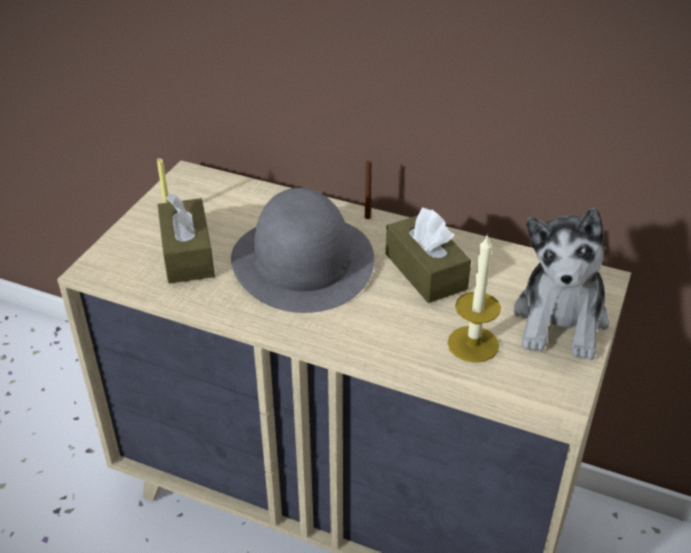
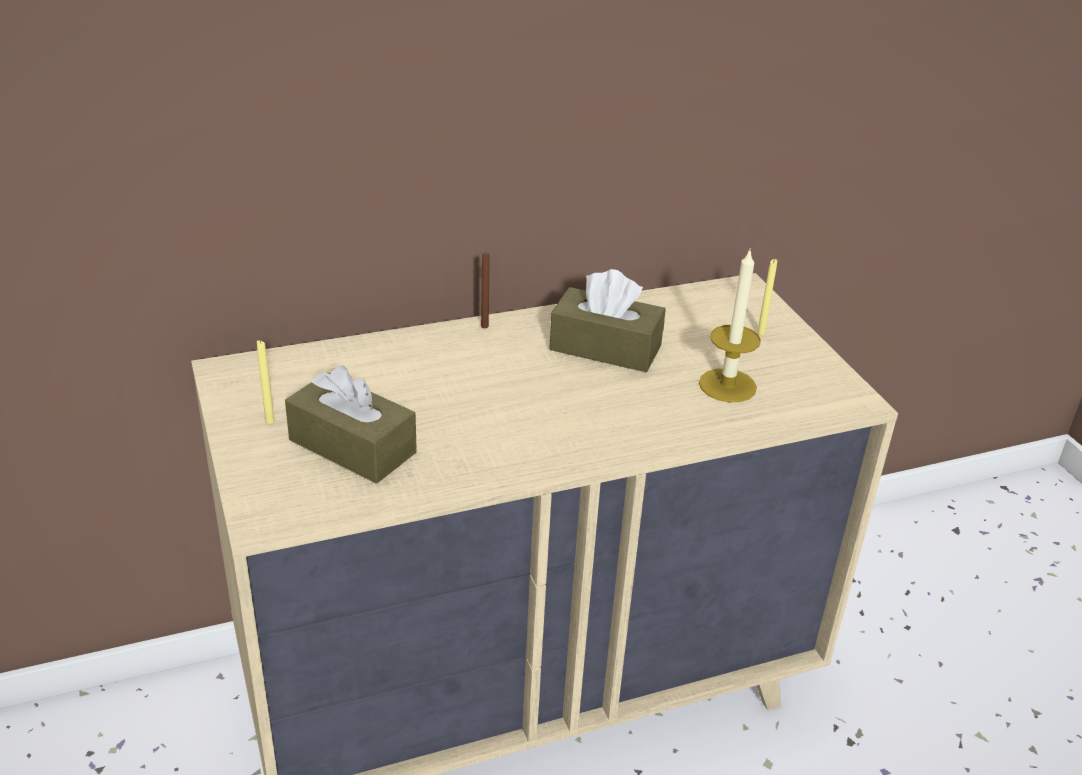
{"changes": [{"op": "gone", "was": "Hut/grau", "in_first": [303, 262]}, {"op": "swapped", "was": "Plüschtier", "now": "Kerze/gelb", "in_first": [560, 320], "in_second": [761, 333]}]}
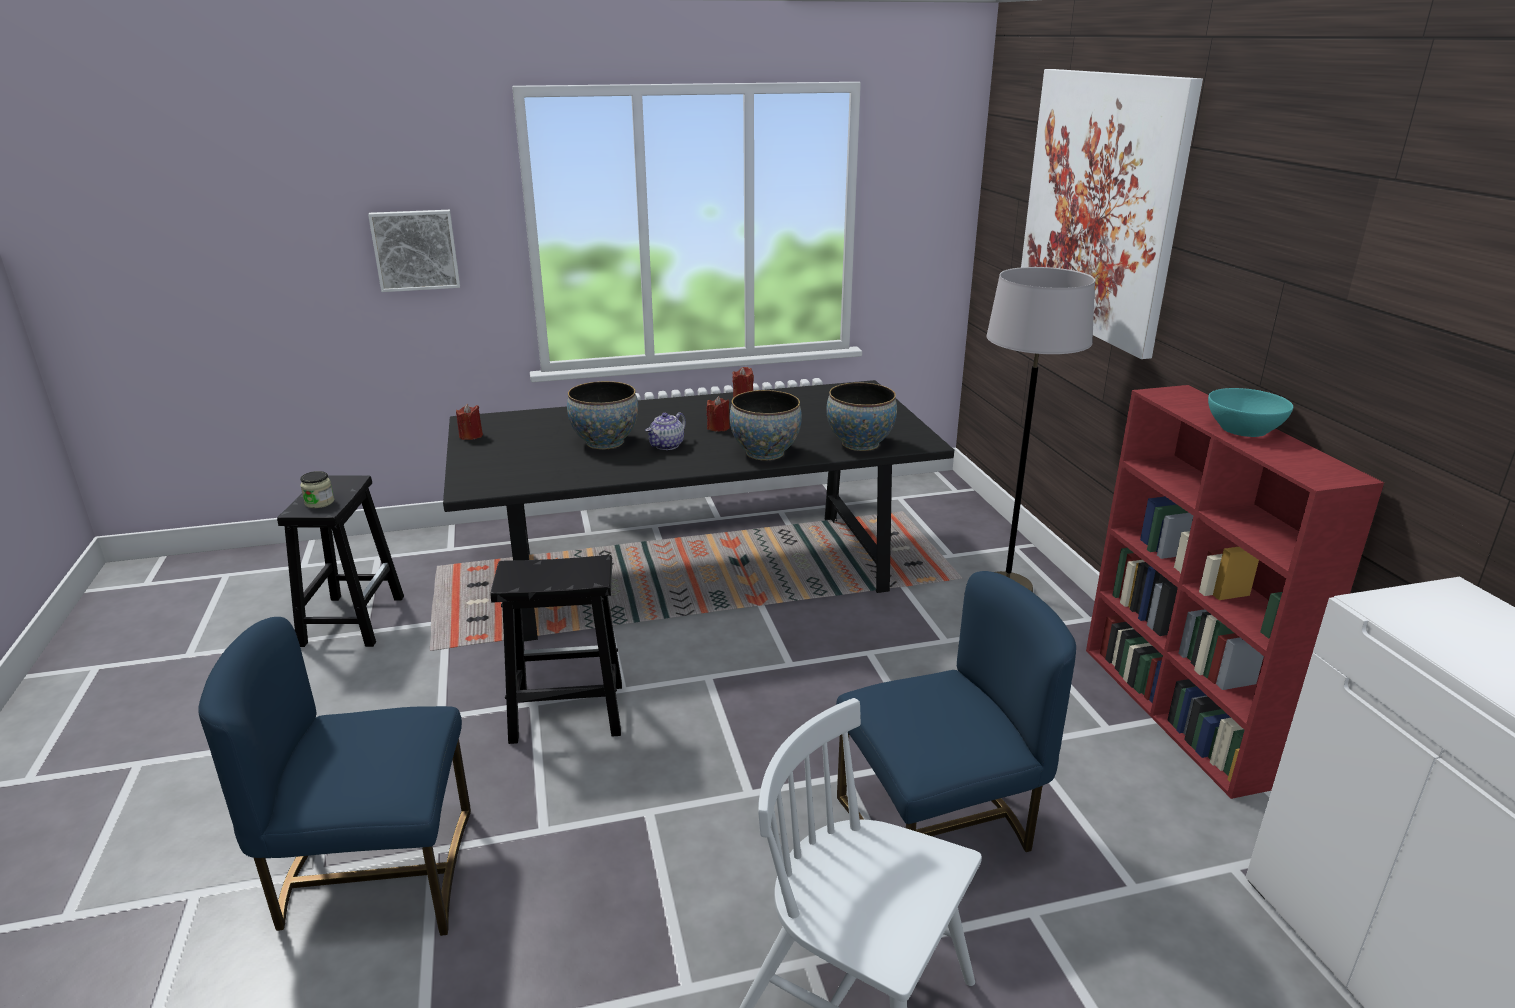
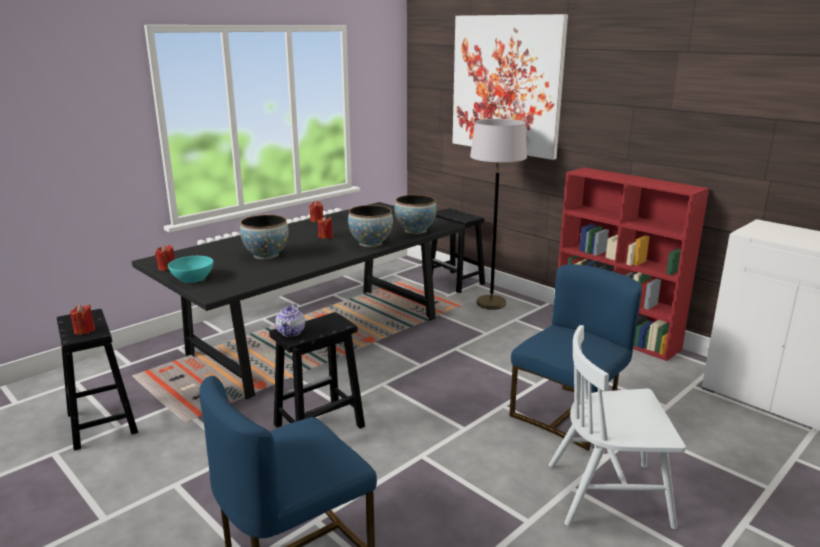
{"changes": [{"op": "gone", "was": "Bild", "in_first": [415, 250]}, {"op": "shifted", "was": "Schüssel/türkis", "in_first": [1243, 429], "in_second": [192, 278]}, {"op": "shifted", "was": "Teekanne", "in_first": [667, 445], "in_second": [291, 332]}, {"op": "swapped", "was": "Vorratsglas", "now": "Kerze/rot", "in_first": [319, 502], "in_second": [84, 330]}, {"op": "new", "now": "Hocker/schwarz", "in_second": [456, 282]}]}
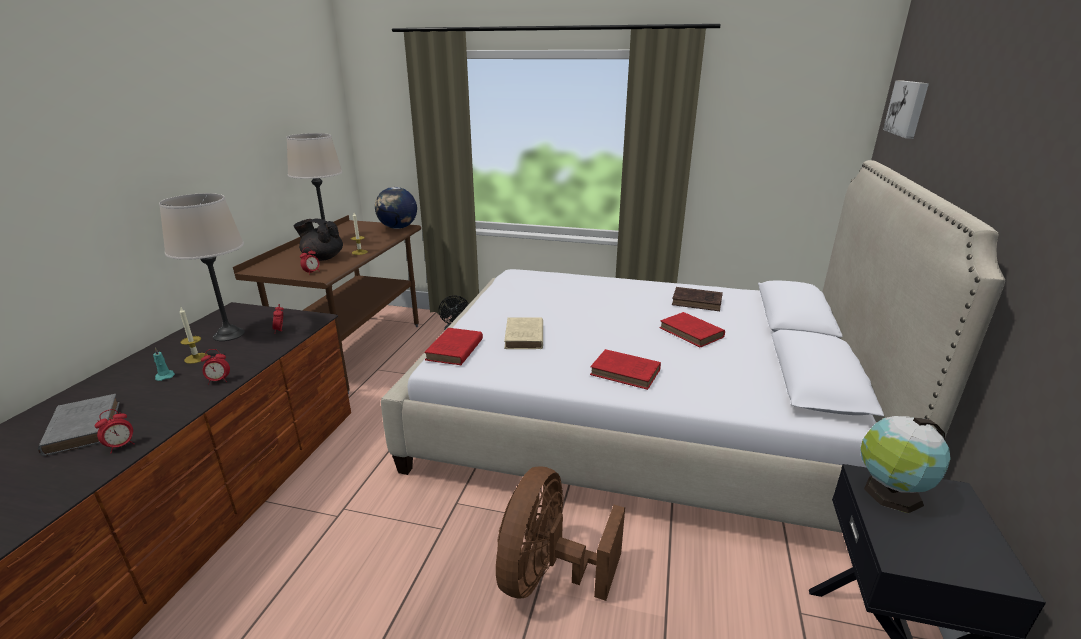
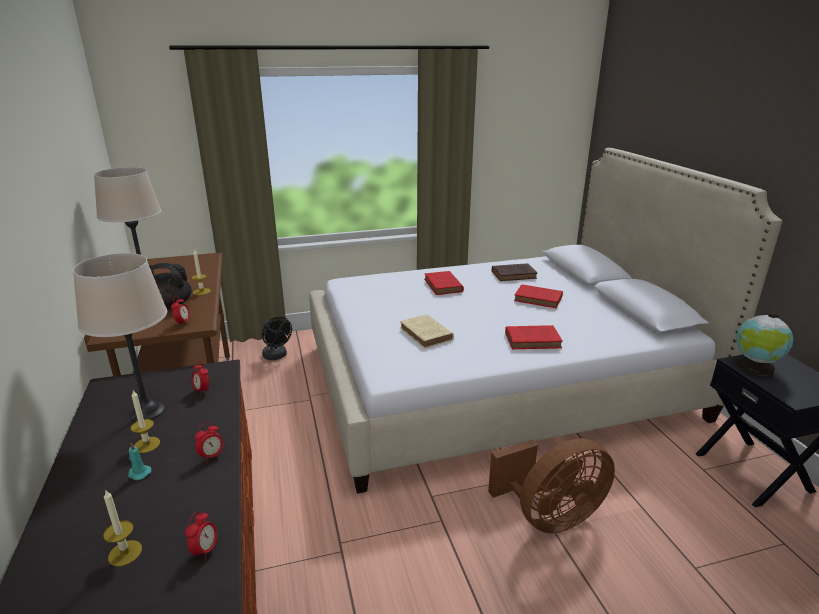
{"changes": [{"op": "gone", "was": "Bild", "in_first": [908, 108]}, {"op": "gone", "was": "Globus", "in_first": [398, 228]}, {"op": "shifted", "was": "Buch/rot", "in_first": [454, 350], "in_second": [443, 286]}, {"op": "swapped", "was": "Buch/grau", "now": "Kerze", "in_first": [84, 427], "in_second": [125, 553]}, {"op": "rotated", "was": "Ventilator/braun", "in_first": [548, 575], "in_second": [550, 516], "clockwise": -105}]}
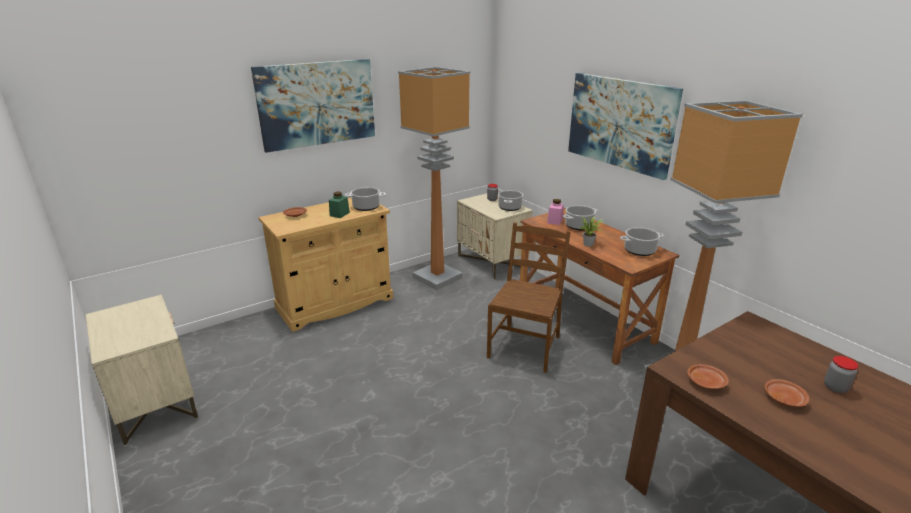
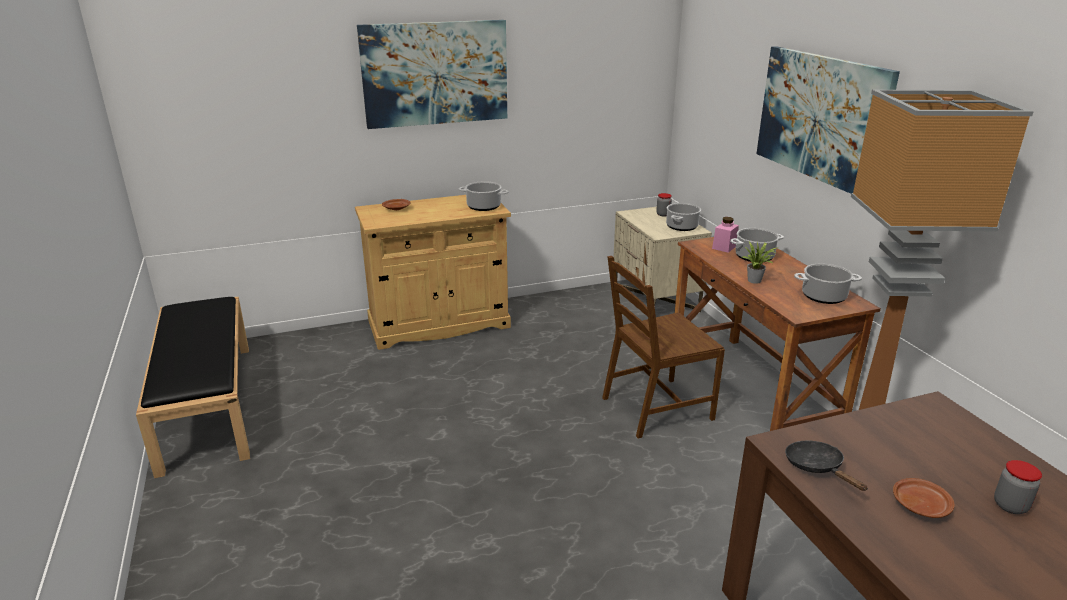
{"changes": [{"op": "gone", "was": "Stehlampe", "in_first": [437, 277]}, {"op": "gone", "was": "Vorratsglas/grün", "in_first": [339, 214]}, {"op": "rotated", "was": "Stuhl/braun", "in_first": [524, 346], "in_second": [656, 408], "clockwise": -150}, {"op": "swapped", "was": "Nachttisch/beige", "now": "Bank/schwarz", "in_first": [154, 403], "in_second": [207, 404]}, {"op": "swapped", "was": "Teller/braun", "now": "Pfanne/schwarz", "in_first": [706, 382], "in_second": [817, 467]}]}
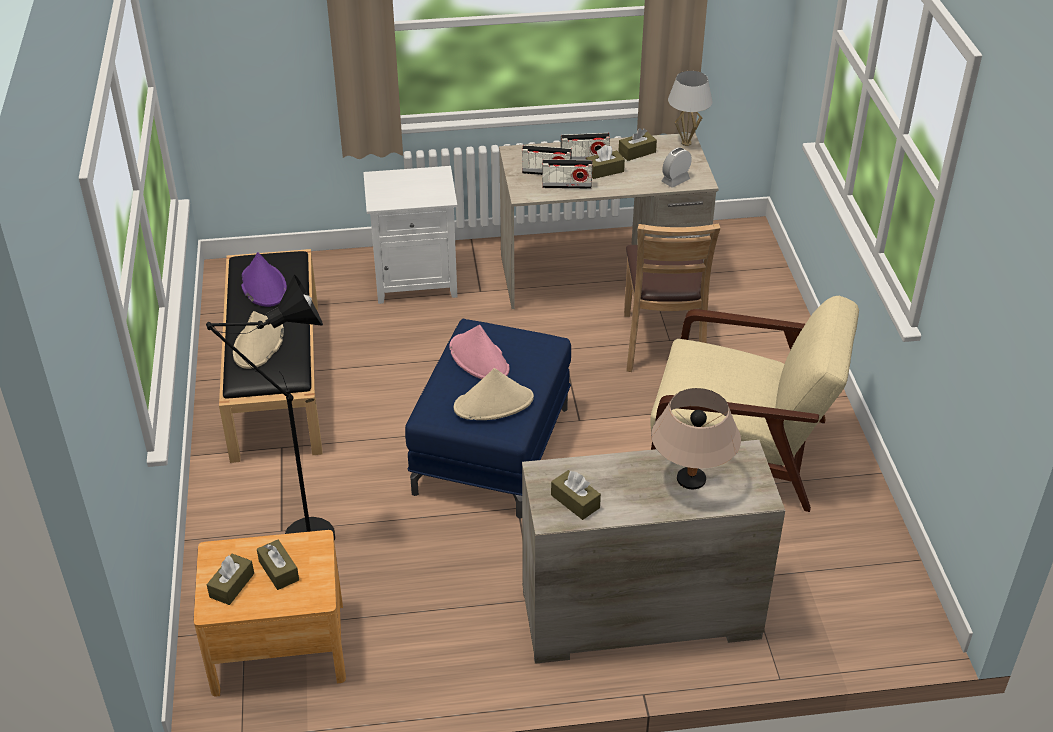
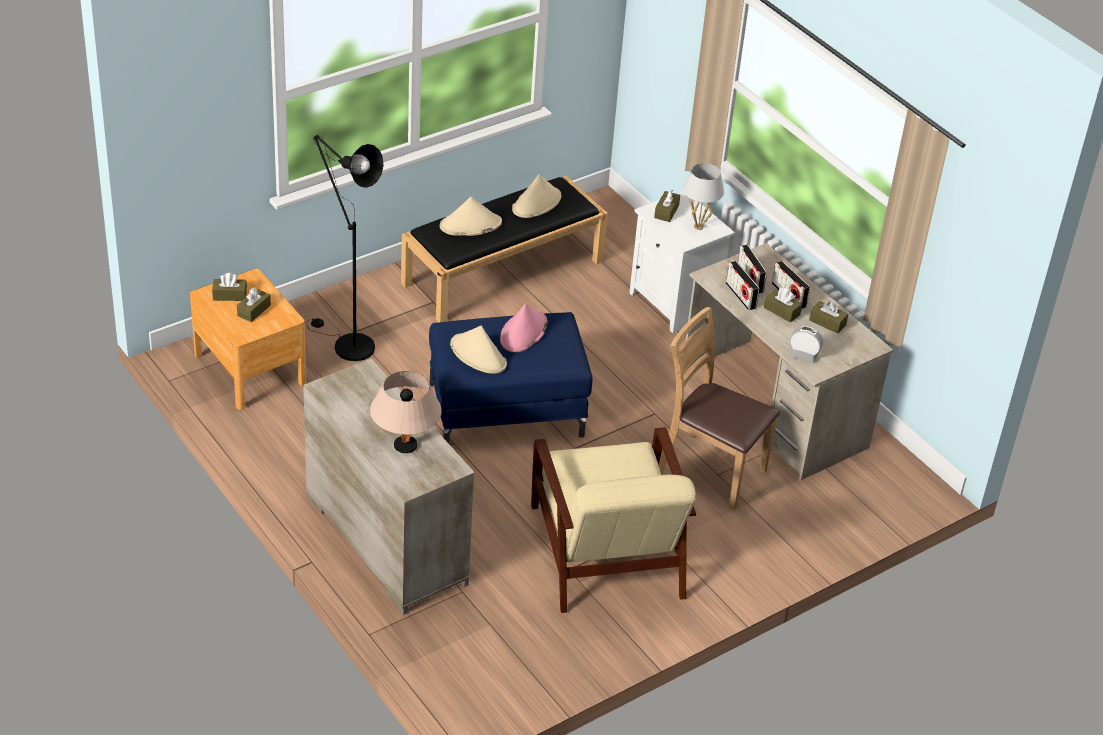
{"changes": [{"op": "shifted", "was": "Tischlampe/weiß", "in_first": [686, 143], "in_second": [698, 227]}, {"op": "rotated", "was": "Stuhl/braun", "in_first": [662, 343], "in_second": [710, 471], "clockwise": 60}, {"op": "repainted", "was": "Hut/lila", "now": "Hut/beige", "in_first": [263, 286], "in_second": [536, 203]}, {"op": "shifted", "was": "Taschentuchbox/braun", "in_first": [575, 501], "in_second": [666, 211]}]}
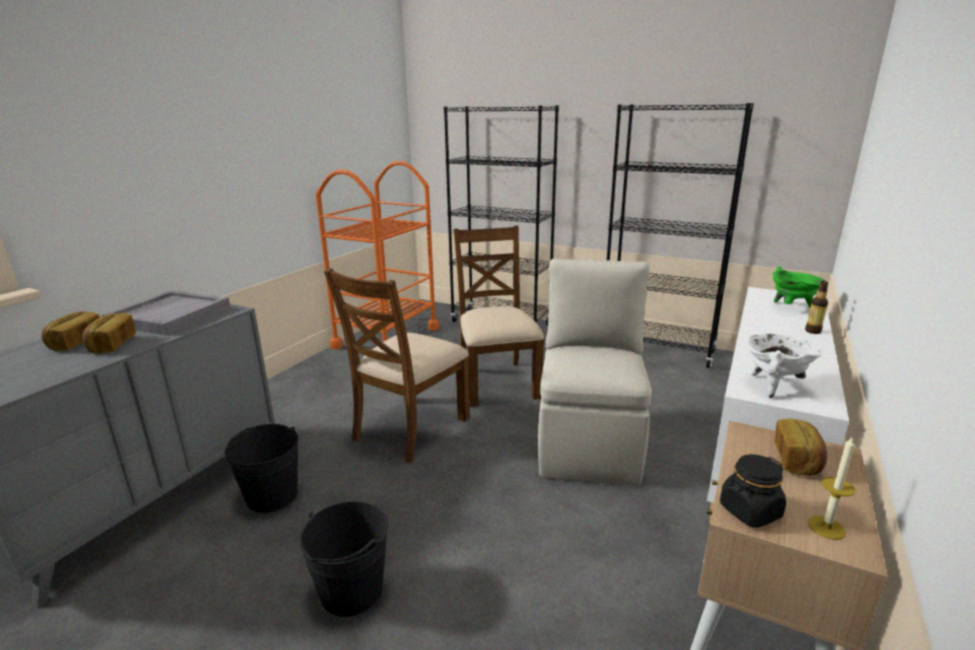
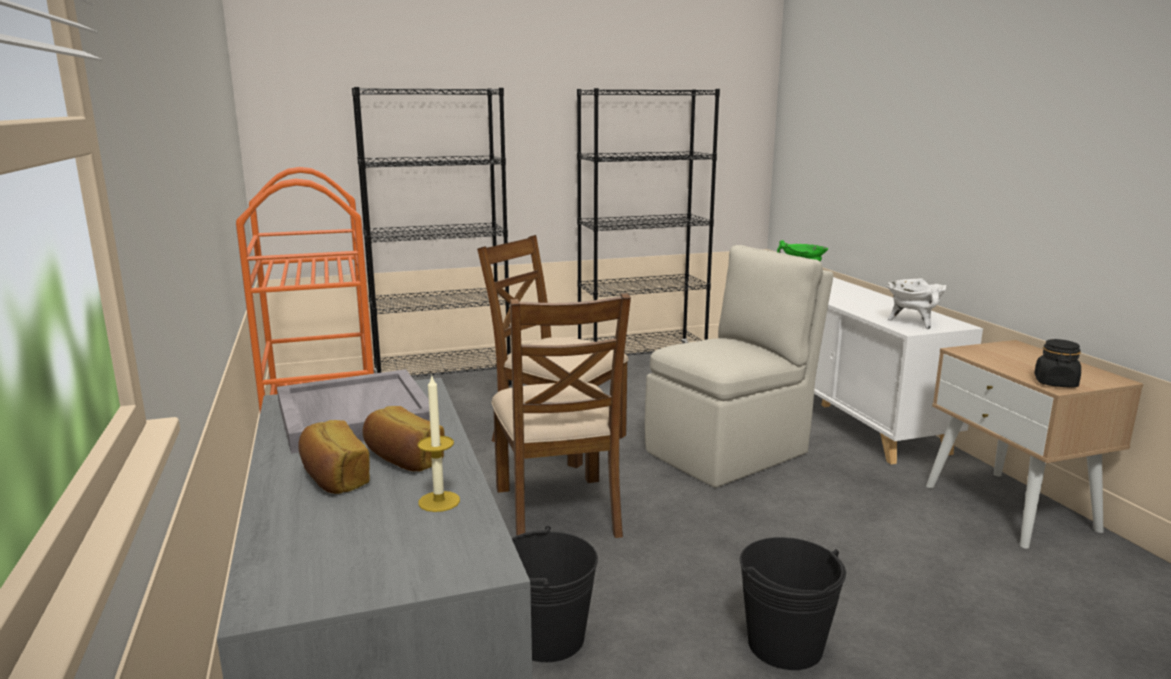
{"changes": [{"op": "rotated", "was": "Stuhl/beige", "in_first": [589, 443], "in_second": [730, 451], "clockwise": 90}, {"op": "gone", "was": "Flasche", "in_first": [813, 331]}, {"op": "gone", "was": "Brot", "in_first": [797, 460]}, {"op": "shifted", "was": "Kerze", "in_first": [826, 527], "in_second": [439, 501]}]}
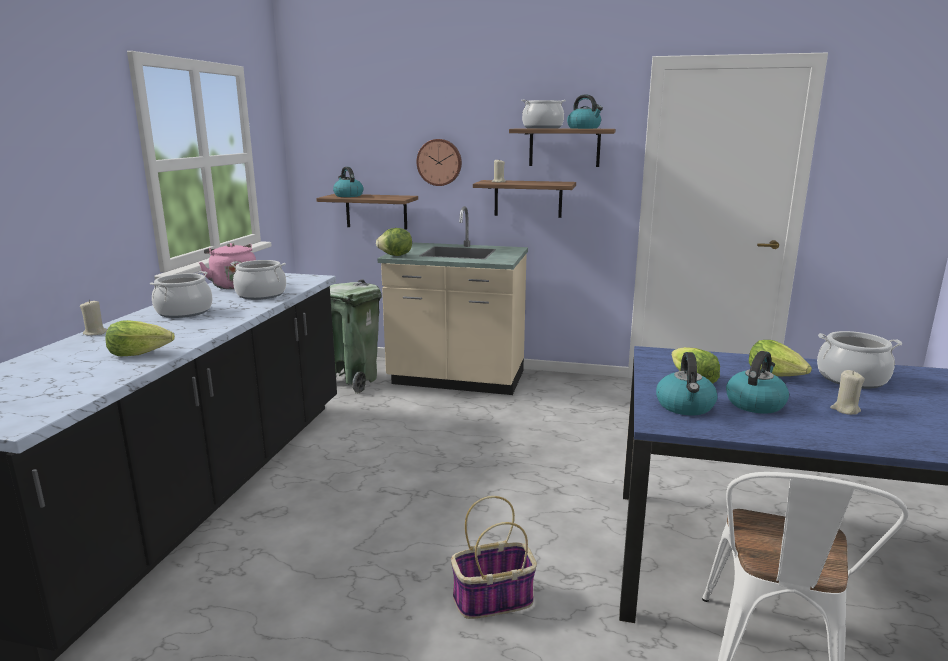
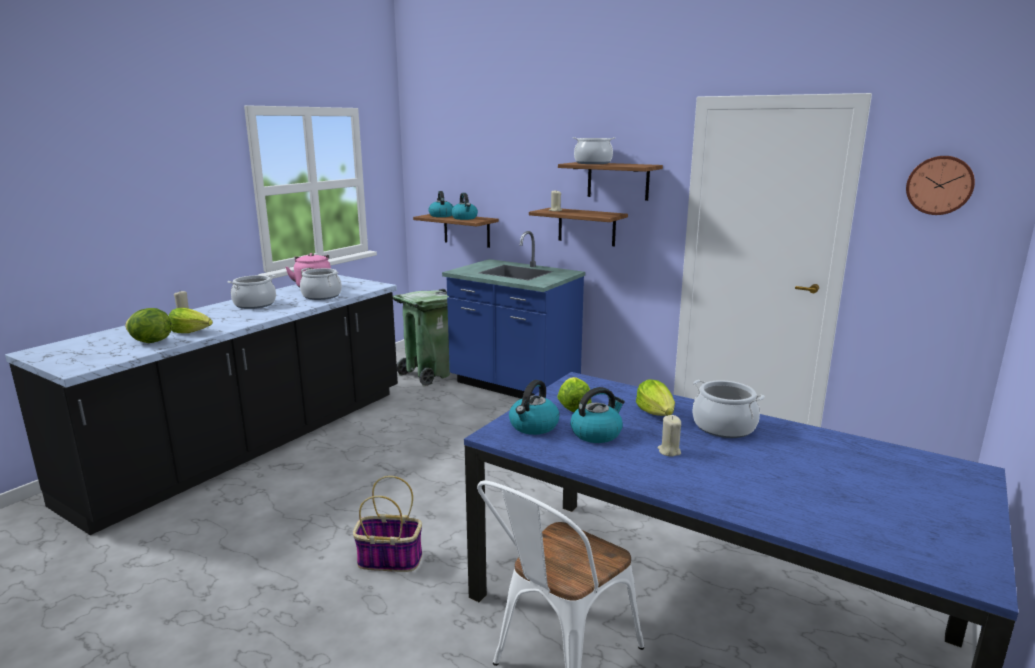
{"changes": [{"op": "shifted", "was": "Wasserkessel", "in_first": [584, 128], "in_second": [464, 218]}, {"op": "shifted", "was": "Wanduhr", "in_first": [439, 162], "in_second": [939, 185]}, {"op": "repainted", "was": "Küchenzeile/beige", "now": "Küchenzeile/blau", "in_first": [457, 380], "in_second": [514, 386]}, {"op": "shifted", "was": "Salatkopf", "in_first": [396, 256], "in_second": [150, 342]}]}
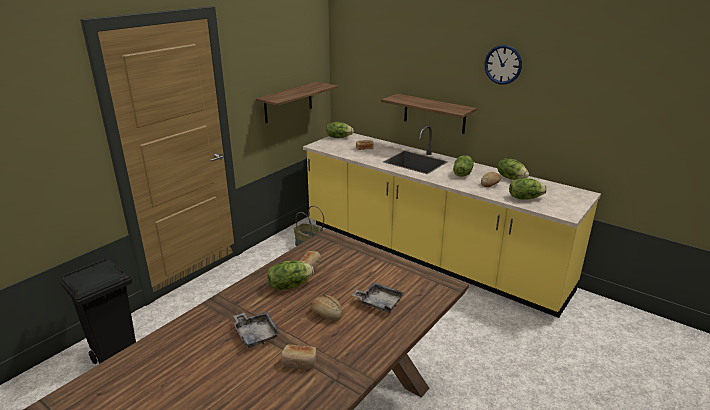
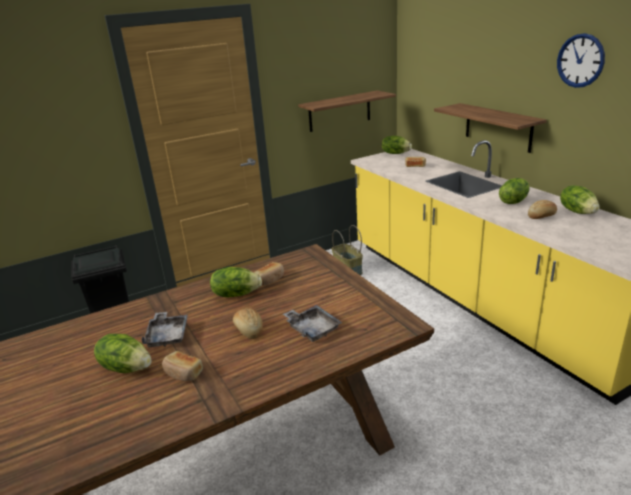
{"changes": [{"op": "shifted", "was": "Salatkopf", "in_first": [524, 198], "in_second": [126, 367]}]}
